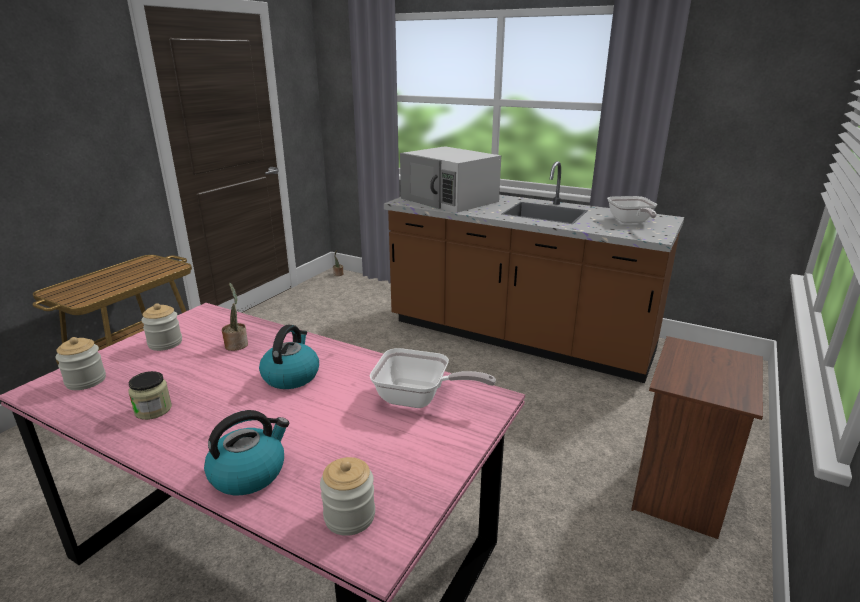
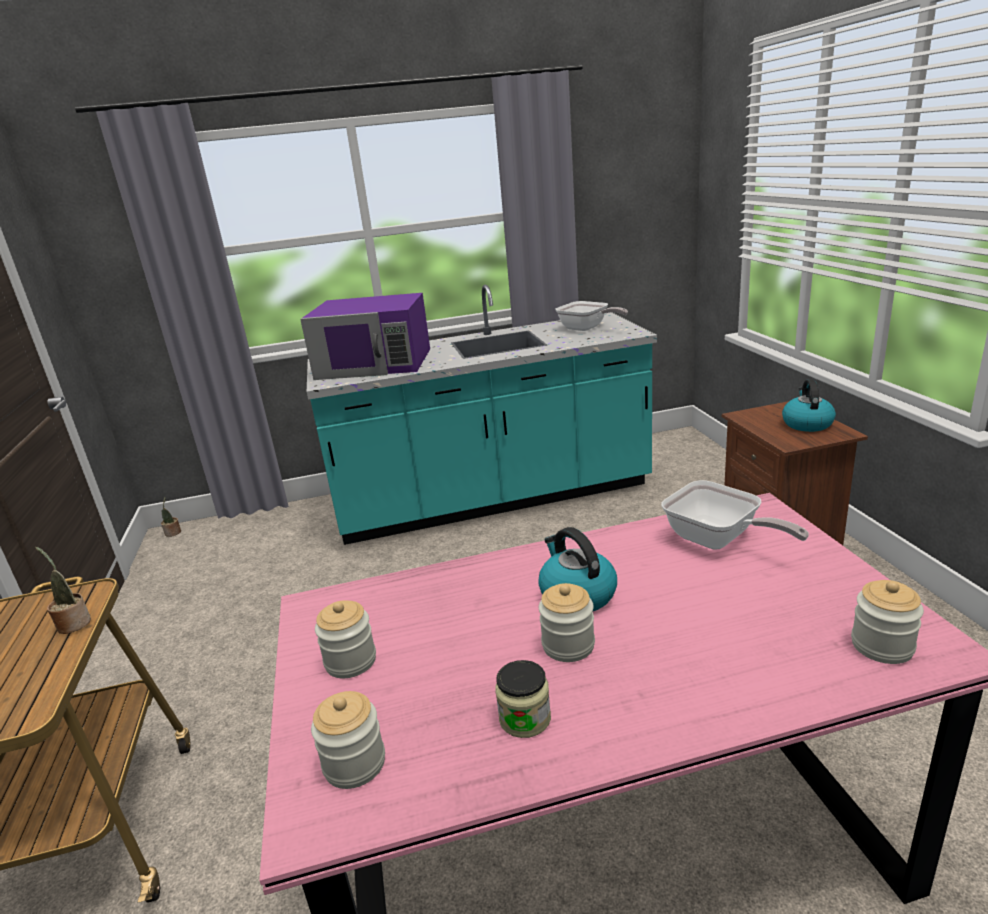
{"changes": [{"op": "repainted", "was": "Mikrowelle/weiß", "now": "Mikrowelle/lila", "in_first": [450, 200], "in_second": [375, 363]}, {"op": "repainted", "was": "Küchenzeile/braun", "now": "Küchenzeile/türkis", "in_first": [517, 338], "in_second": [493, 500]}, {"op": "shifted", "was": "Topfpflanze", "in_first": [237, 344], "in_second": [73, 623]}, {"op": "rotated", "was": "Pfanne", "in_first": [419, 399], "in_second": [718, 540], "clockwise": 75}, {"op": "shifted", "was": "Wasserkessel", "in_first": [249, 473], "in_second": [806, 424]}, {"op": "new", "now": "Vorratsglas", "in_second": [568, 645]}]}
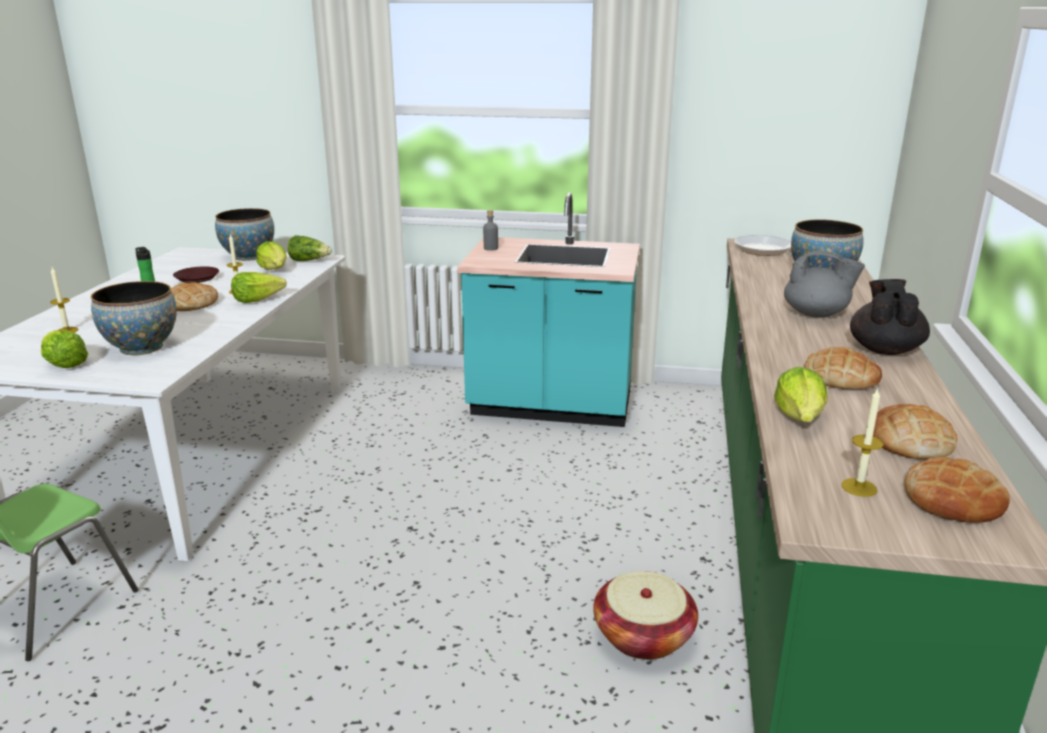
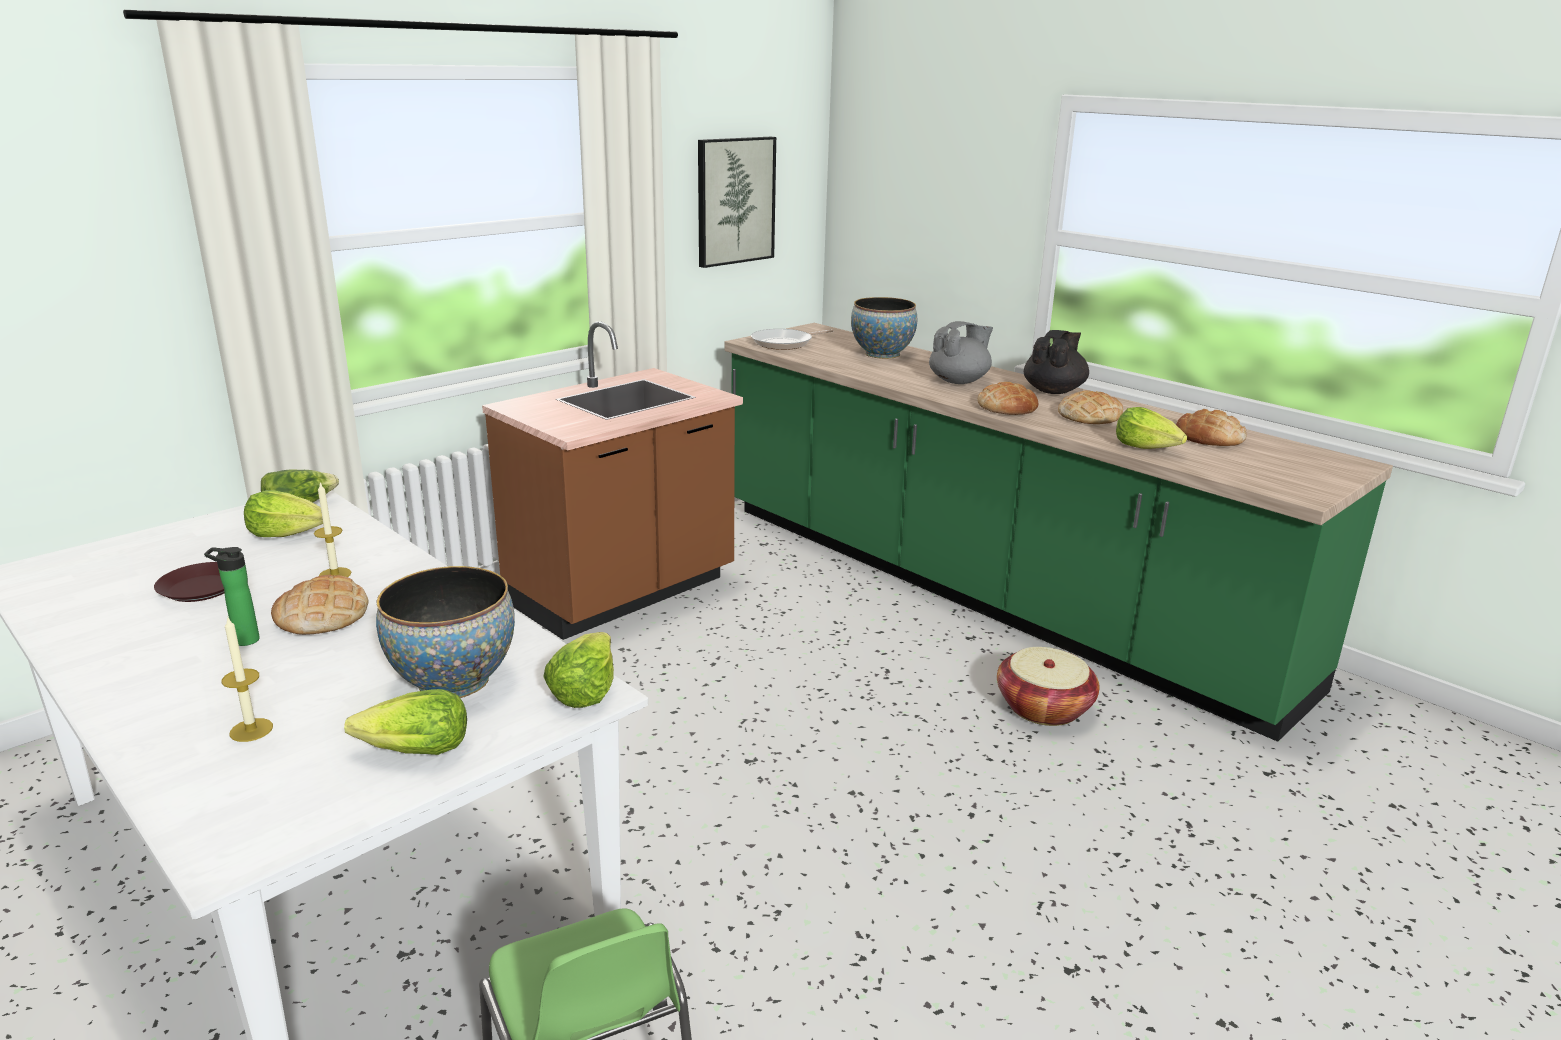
{"changes": [{"op": "repainted", "was": "Küchenzeile/türkis", "now": "Küchenzeile/braun", "in_first": [550, 407], "in_second": [623, 593]}, {"op": "gone", "was": "Schüssel", "in_first": [249, 256]}, {"op": "gone", "was": "Flasche/grau", "in_first": [490, 248]}, {"op": "shifted", "was": "Salatkopf", "in_first": [257, 299], "in_second": [584, 690]}, {"op": "rotated", "was": "Teekanne/schwarz", "in_first": [884, 349], "in_second": [1054, 391], "clockwise": 75}, {"op": "gone", "was": "Kerze", "in_first": [859, 487]}, {"op": "shifted", "was": "Brot", "in_first": [952, 499], "in_second": [1007, 407]}, {"op": "new", "now": "Bild", "in_second": [735, 201]}]}
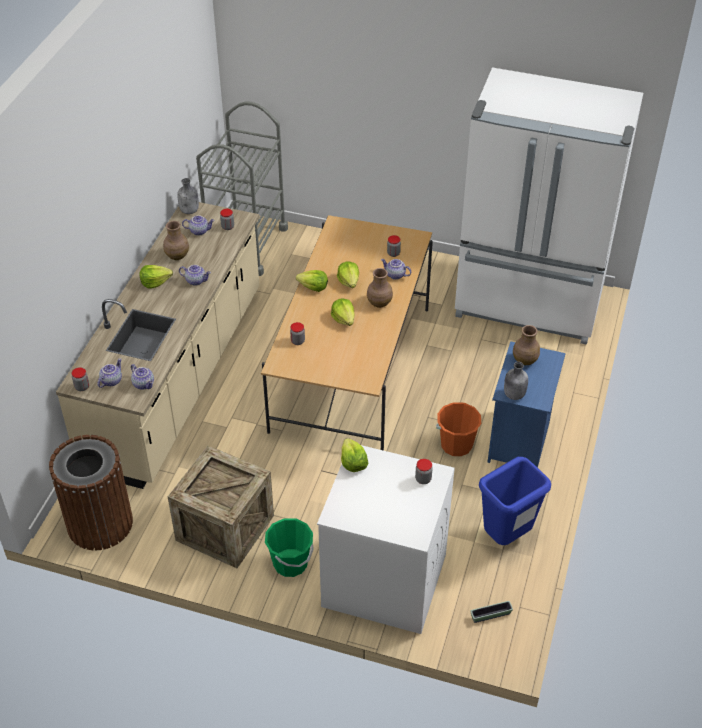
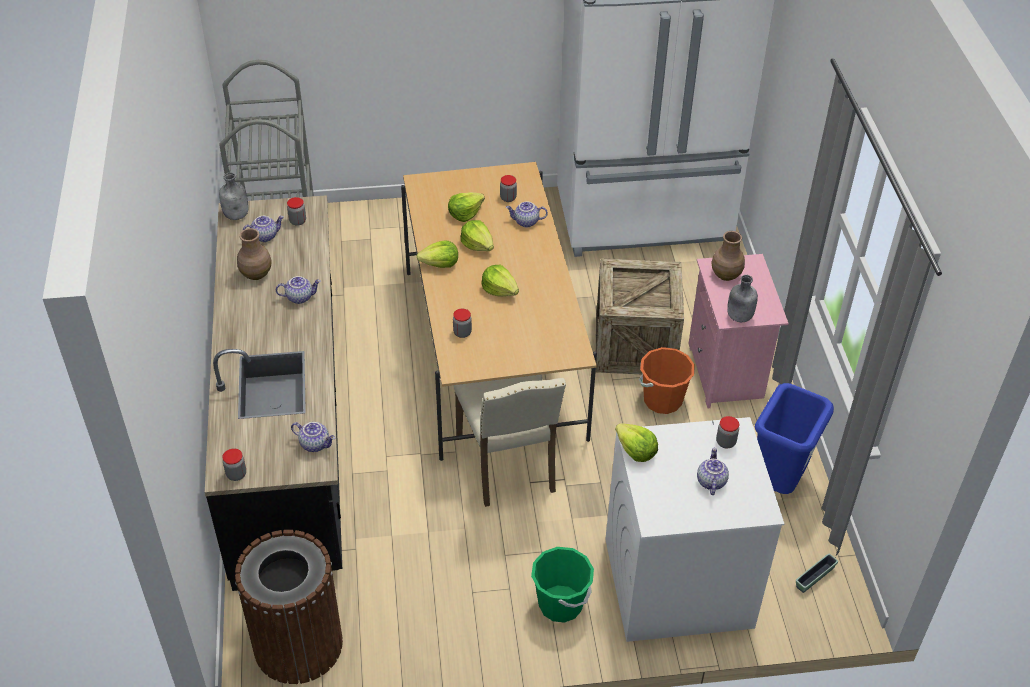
{"changes": [{"op": "repainted", "was": "Küchenzeile/beige", "now": "Küchenzeile/schwarz", "in_first": [177, 378], "in_second": [290, 431]}, {"op": "shifted", "was": "Salatkopf", "in_first": [155, 282], "in_second": [465, 213]}, {"op": "gone", "was": "Vase/braun", "in_first": [379, 302]}, {"op": "repainted", "was": "Nachttisch/blau", "now": "Nachttisch/rosa", "in_first": [519, 441], "in_second": [727, 373]}, {"op": "shifted", "was": "Teekanne", "in_first": [111, 380], "in_second": [710, 481]}, {"op": "shifted", "was": "Kiste", "in_first": [225, 528], "in_second": [635, 345]}, {"op": "new", "now": "Stuhl/beige", "in_second": [509, 465]}]}
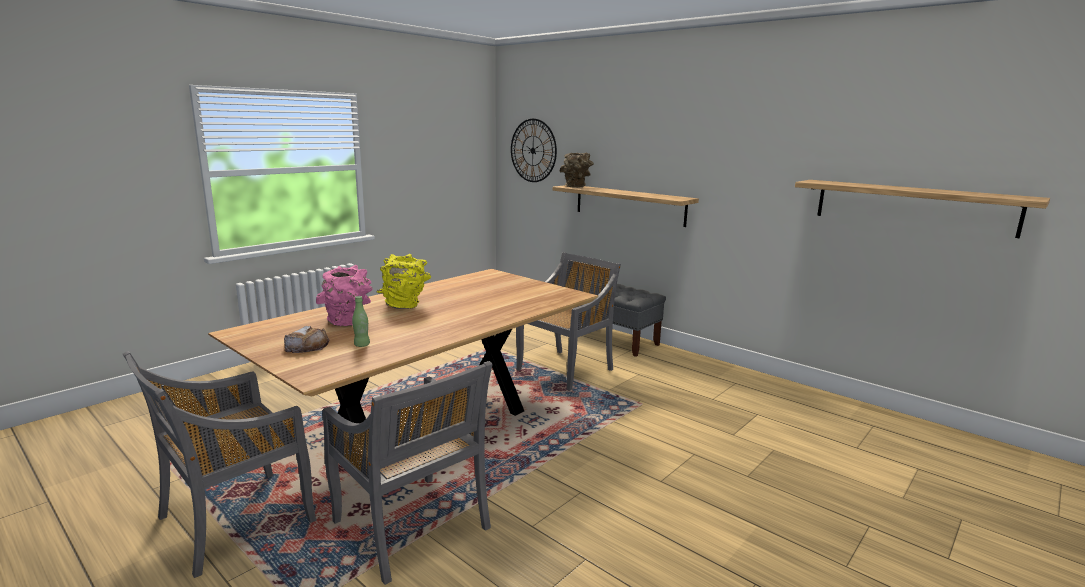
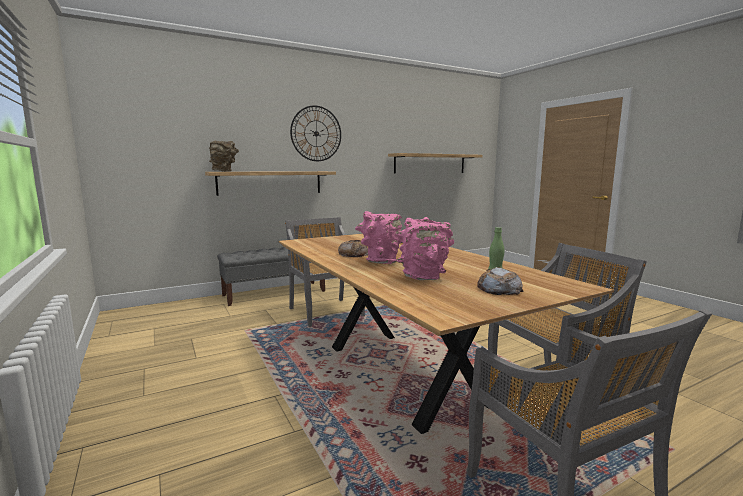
{"changes": [{"op": "shifted", "was": "Wanduhr", "in_first": [533, 150], "in_second": [316, 133]}, {"op": "repainted", "was": "Vase/gelb", "now": "Vase/rosa", "in_first": [405, 305], "in_second": [380, 262]}, {"op": "new", "now": "Brot", "in_second": [353, 254]}]}
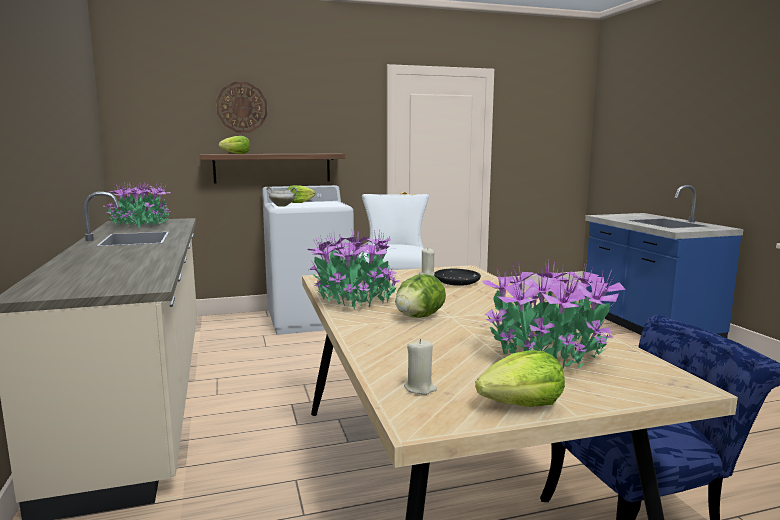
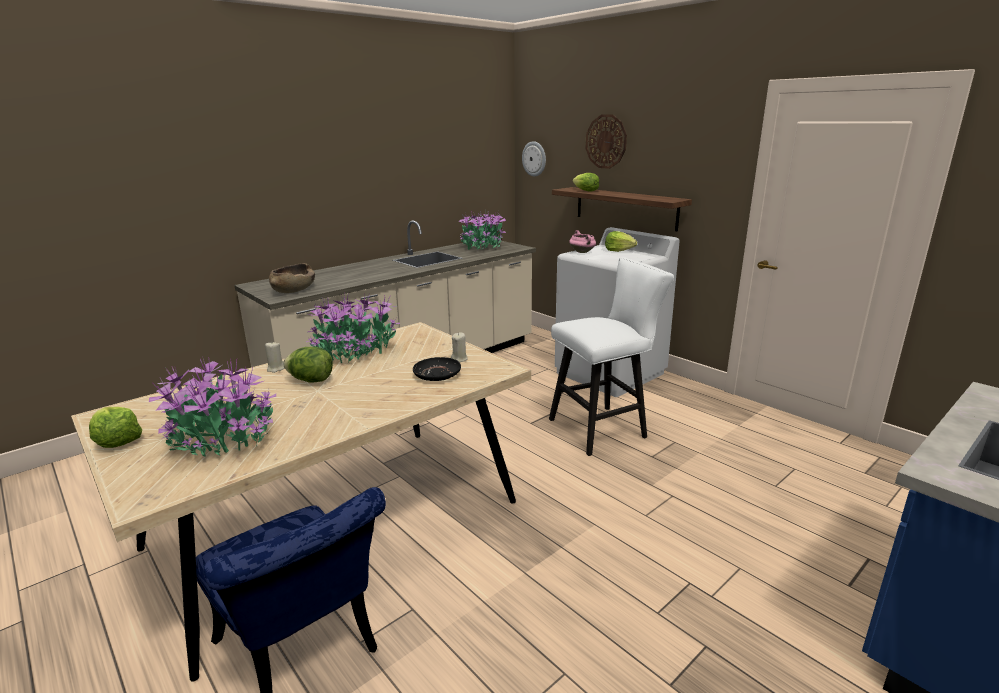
{"changes": [{"op": "repainted", "was": "Kochtopf/weiß", "now": "Kochtopf/rosa", "in_first": [282, 206], "in_second": [582, 252]}, {"op": "shifted", "was": "Kerze/beige", "in_first": [420, 388], "in_second": [276, 369]}, {"op": "new", "now": "Wanduhr", "in_second": [534, 159]}, {"op": "new", "now": "Schüssel/braun", "in_second": [294, 289]}]}
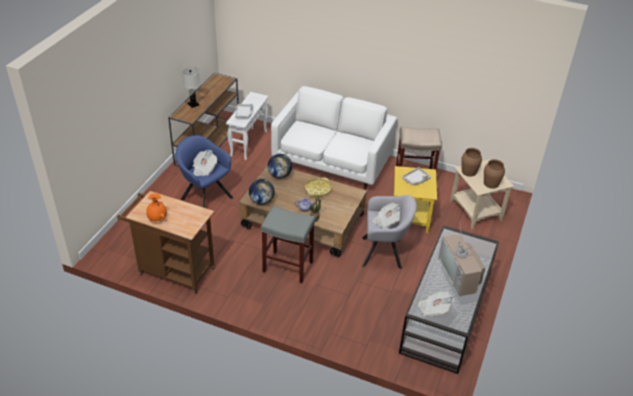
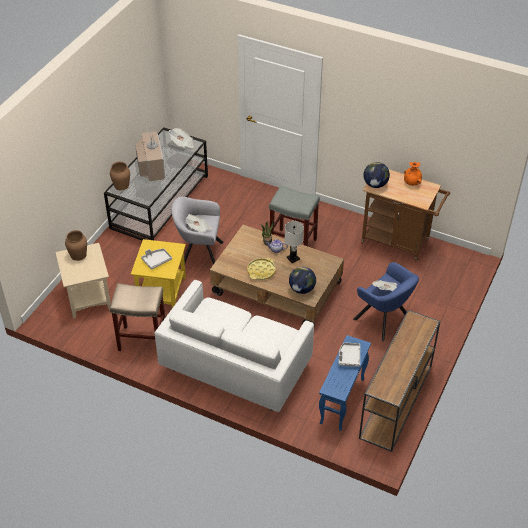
{"changes": [{"op": "shifted", "was": "Tischlampe/weiß", "in_first": [193, 104], "in_second": [293, 258]}, {"op": "repainted", "was": "Beistelltisch/weiß", "now": "Beistelltisch/blau", "in_first": [249, 143], "in_second": [342, 401]}, {"op": "shifted", "was": "Vase/braun", "in_first": [469, 171], "in_second": [121, 185]}, {"op": "shifted", "was": "Globus", "in_first": [261, 201], "in_second": [375, 184]}]}
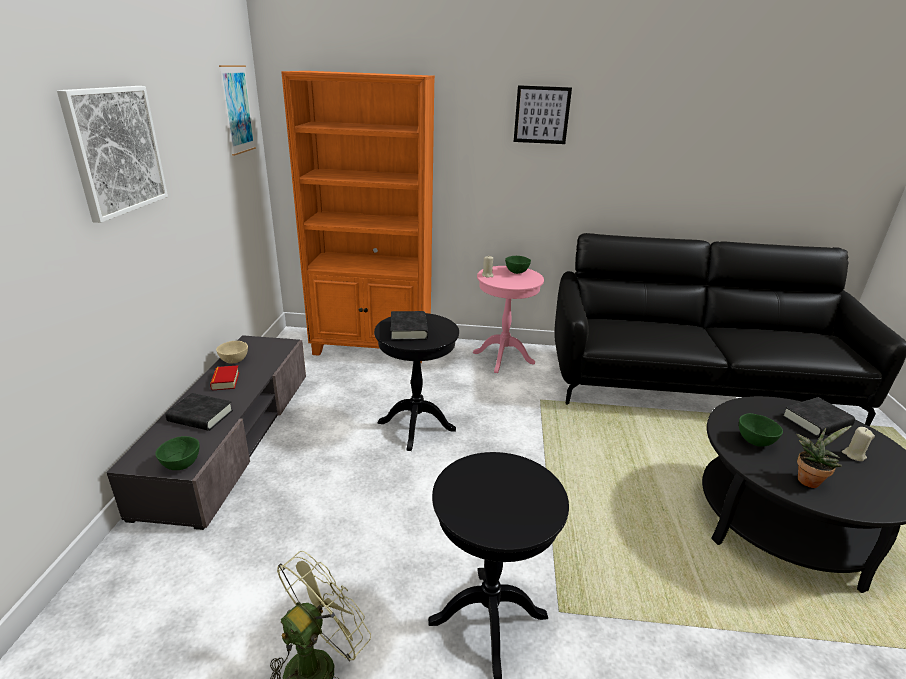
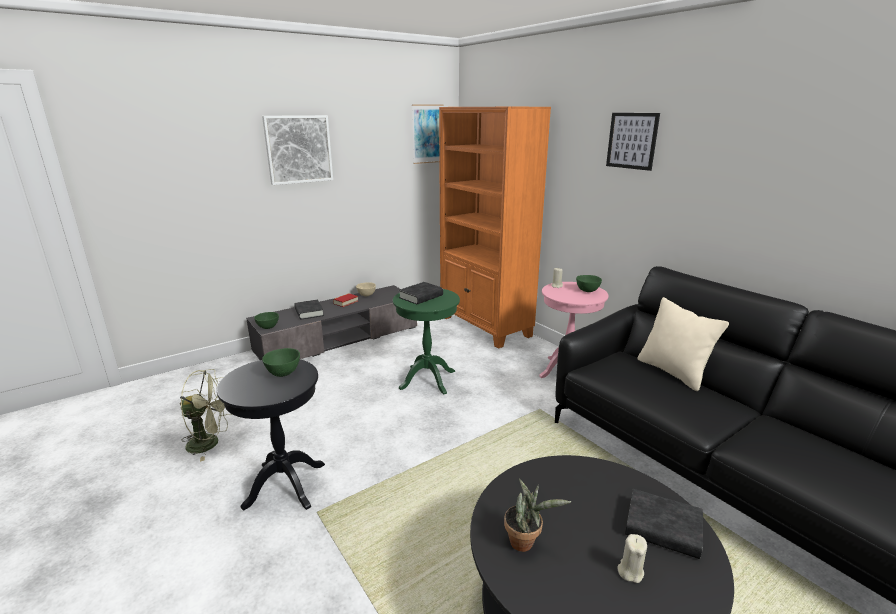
{"changes": [{"op": "repainted", "was": "Beistelltisch/schwarz", "now": "Beistelltisch/grün", "in_first": [416, 426], "in_second": [427, 379]}, {"op": "shifted", "was": "Schüssel/grün", "in_first": [754, 441], "in_second": [284, 373]}, {"op": "new", "now": "Kissen/beige", "in_second": [673, 372]}]}
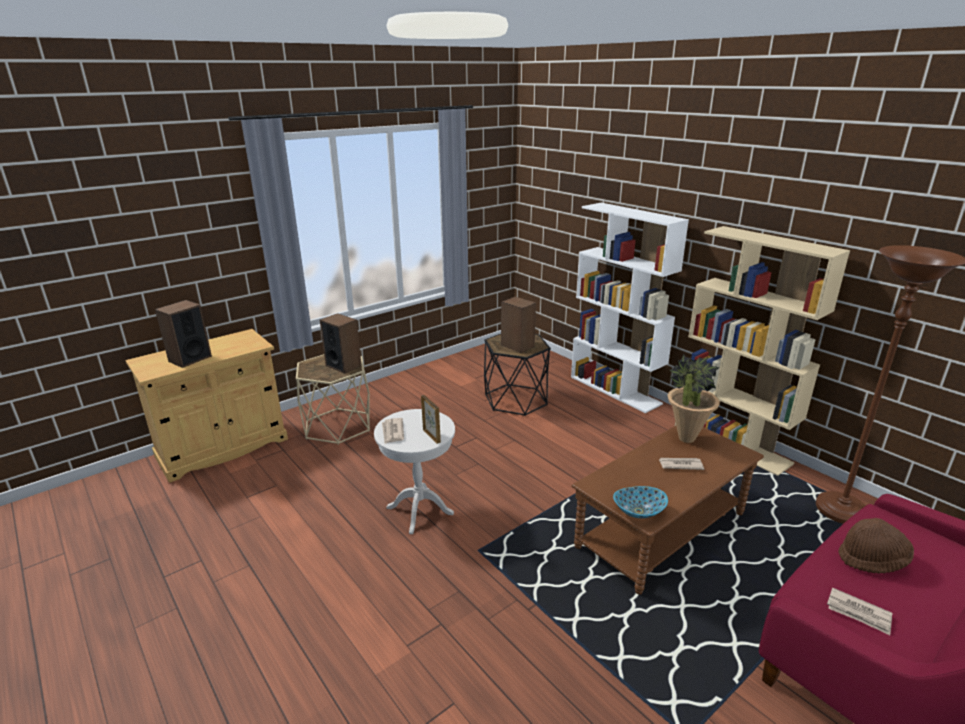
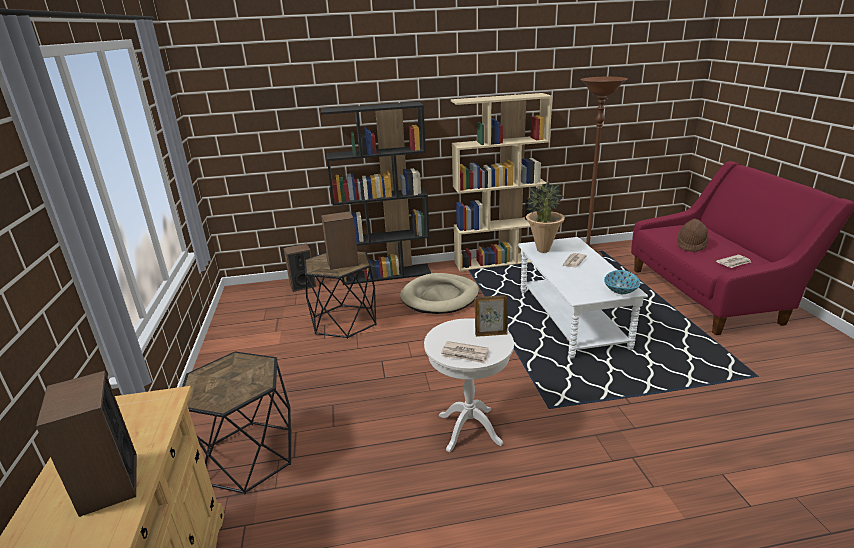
{"changes": [{"op": "repainted", "was": "Bücherregal/weiß", "now": "Bücherregal/schwarz", "in_first": [615, 390], "in_second": [386, 274]}, {"op": "shifted", "was": "Lautsprecher", "in_first": [343, 365], "in_second": [302, 285]}, {"op": "repainted", "was": "Beistelltisch/beige", "now": "Beistelltisch/schwarz", "in_first": [337, 426], "in_second": [248, 456]}, {"op": "repainted", "was": "Couchtisch/braun", "now": "Couchtisch/weiß", "in_first": [661, 530], "in_second": [571, 318]}, {"op": "new", "now": "Hundebett/beige", "in_second": [440, 297]}]}
